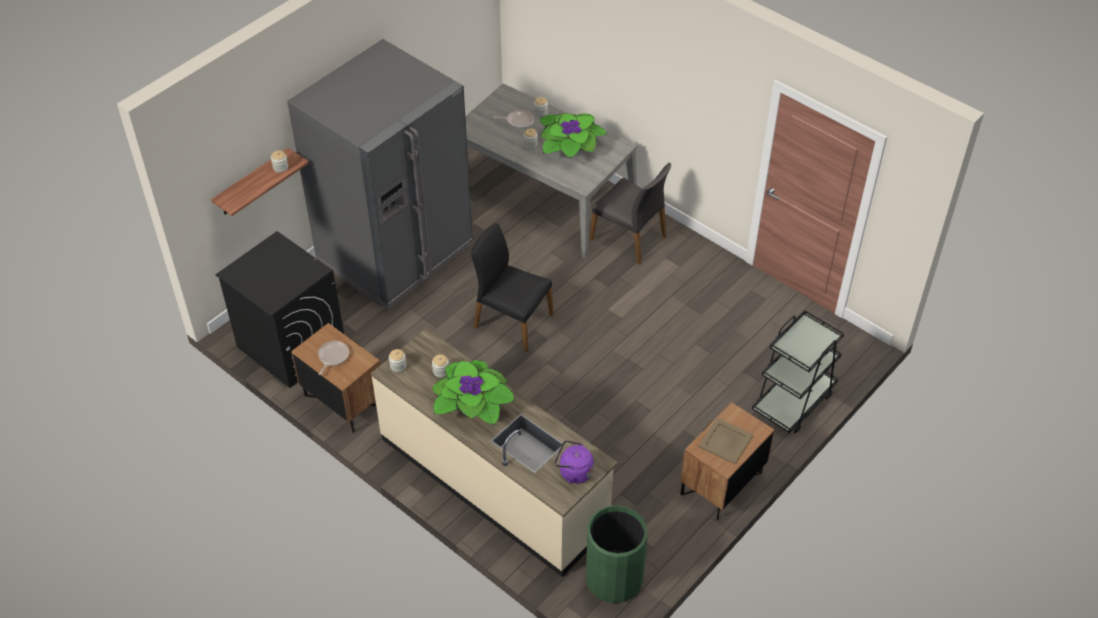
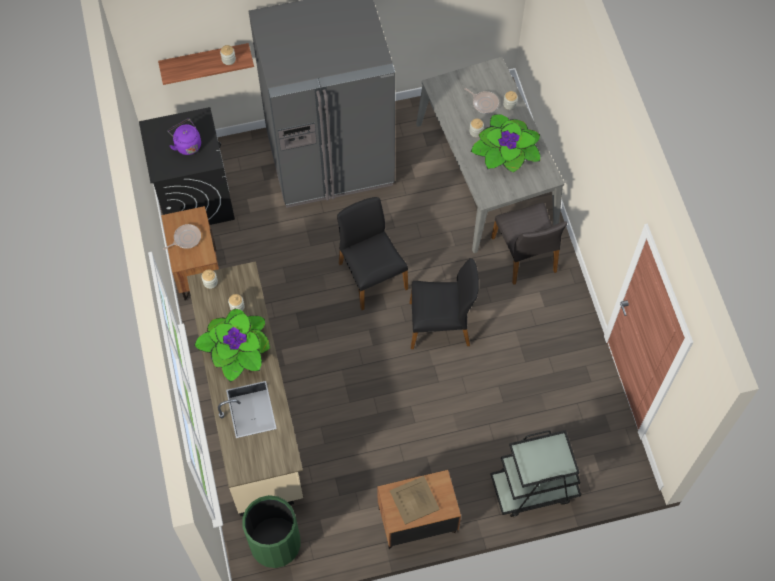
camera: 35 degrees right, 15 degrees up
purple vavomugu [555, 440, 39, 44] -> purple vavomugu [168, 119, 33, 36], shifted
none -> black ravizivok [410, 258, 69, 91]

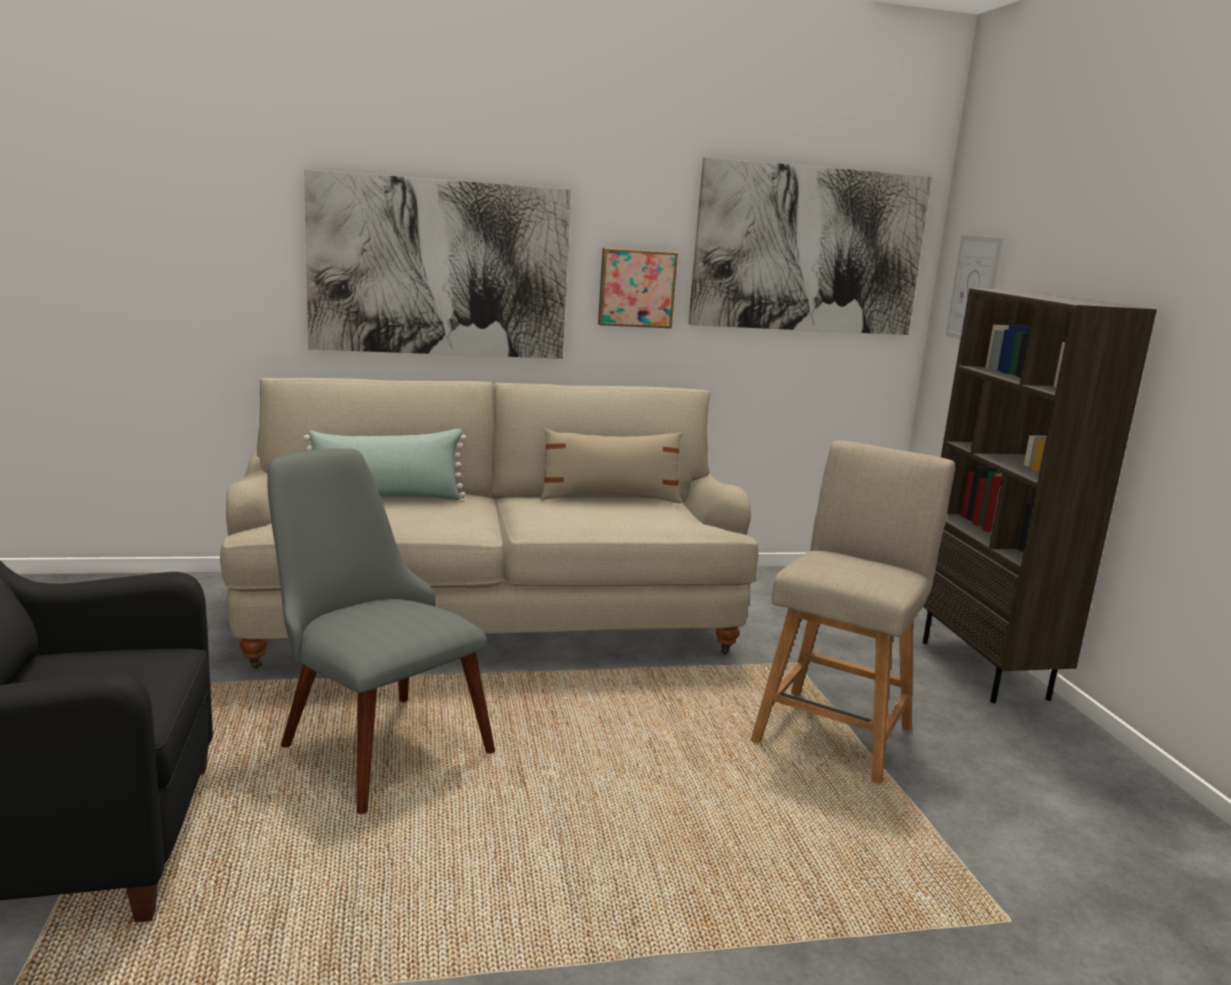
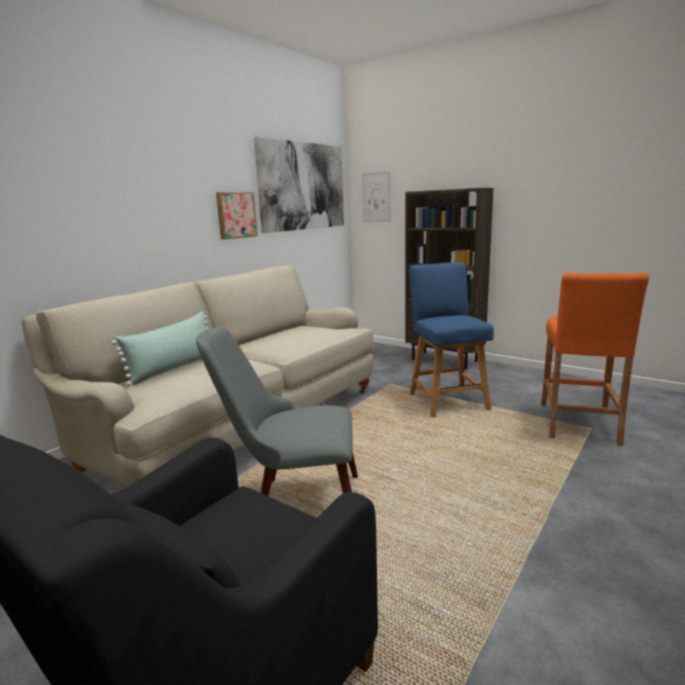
camera: 40 degrees left, 0 degrees up
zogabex [304, 169, 267, 190] -> none
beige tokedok [540, 429, 143, 74] -> none
beige ravizivok [750, 440, 205, 344] -> blue ravizivok [409, 262, 85, 156]
none -> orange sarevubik [541, 272, 108, 174]

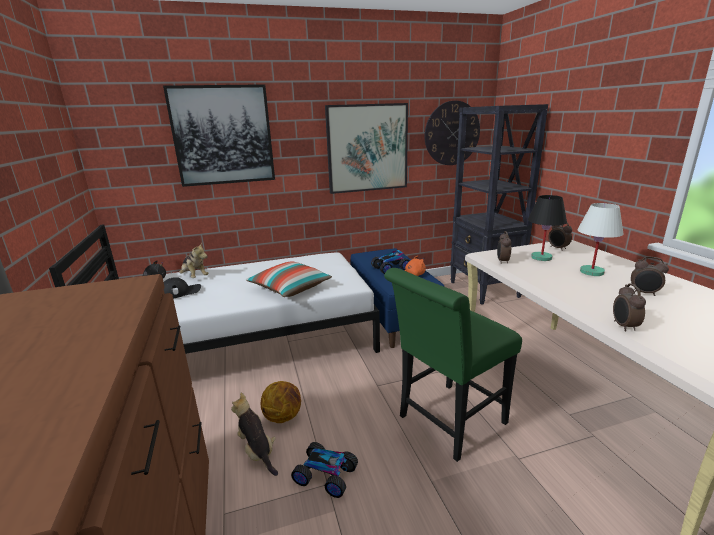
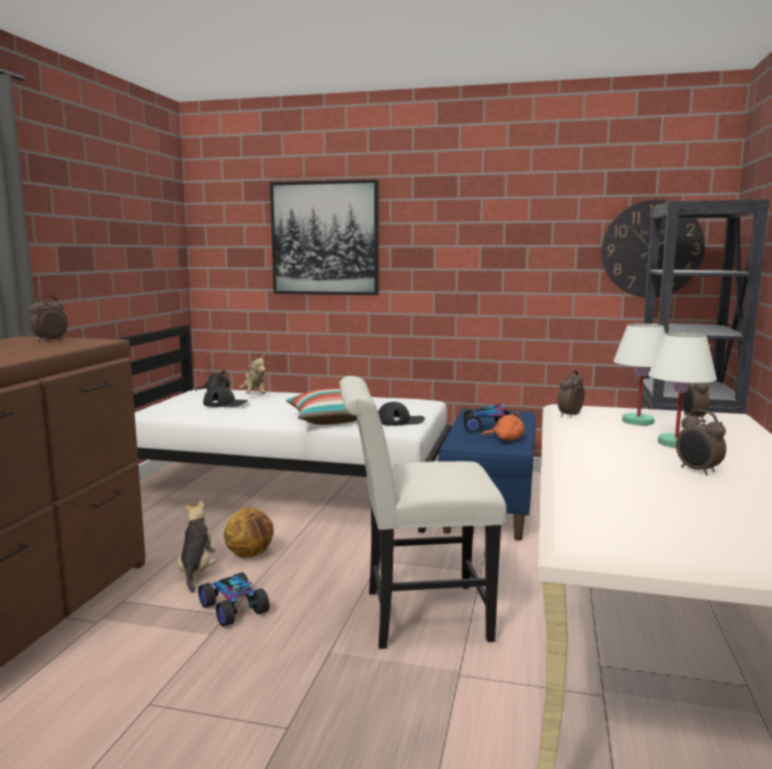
camera: 30 degrees right, 10 degrees down
zogabex [325, 103, 83, 91] -> none
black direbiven [528, 195, 39, 66] -> white direbiven [613, 324, 52, 102]
green ravizivok [384, 268, 138, 194] -> white ravizivok [340, 376, 167, 273]
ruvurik [613, 284, 33, 48] -> ruvurik [30, 295, 38, 47], shifted
none -> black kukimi [378, 402, 47, 24]

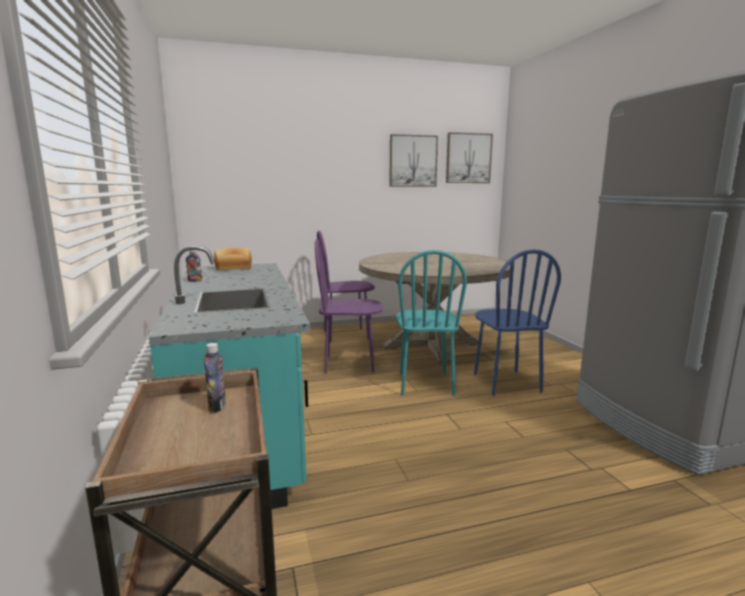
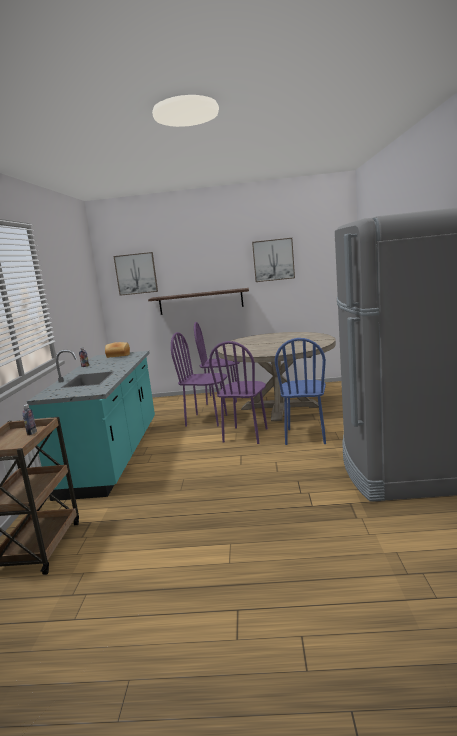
camera: 20 degrees right, 0 degrees up
zogabex [446, 132, 47, 51] -> zogabex [113, 252, 45, 44], shifted
turquoise ravizivok [396, 250, 71, 146] -> purple ravizivok [209, 341, 59, 103]
none -> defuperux [148, 288, 101, 27]

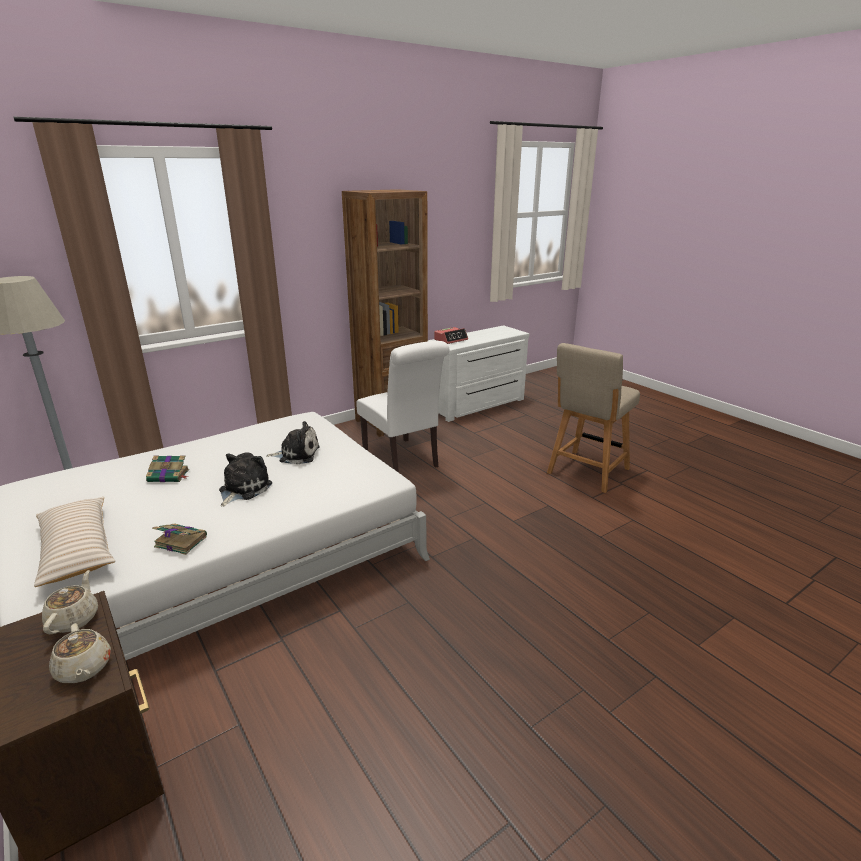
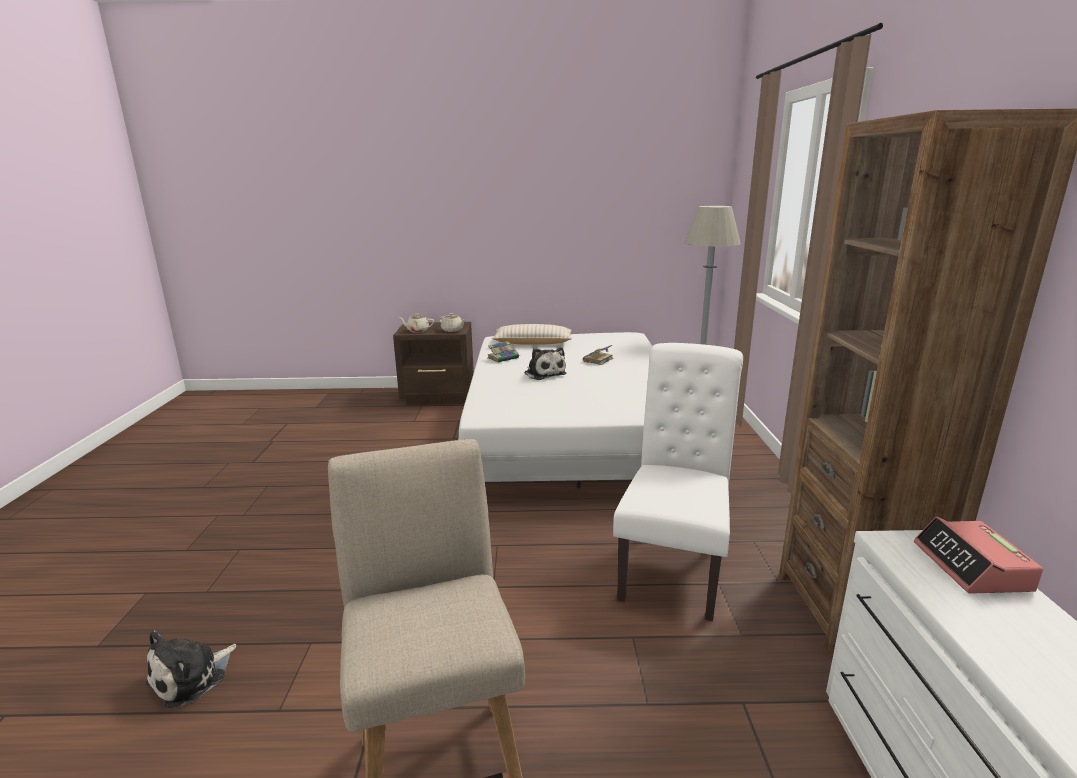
camera: 125 degrees right, 5 degrees down
white ravizivok [356, 341, 93, 132] -> white ravizivok [613, 343, 130, 278], 105 degrees clockwise
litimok [266, 421, 54, 43] -> litimok [146, 630, 91, 78], shifted

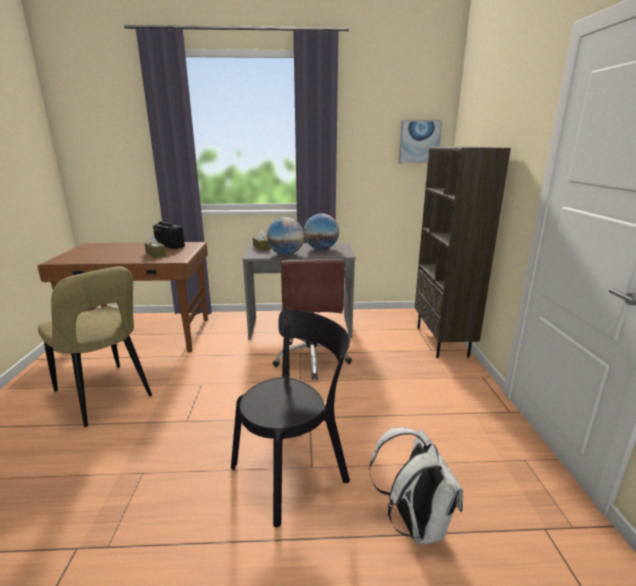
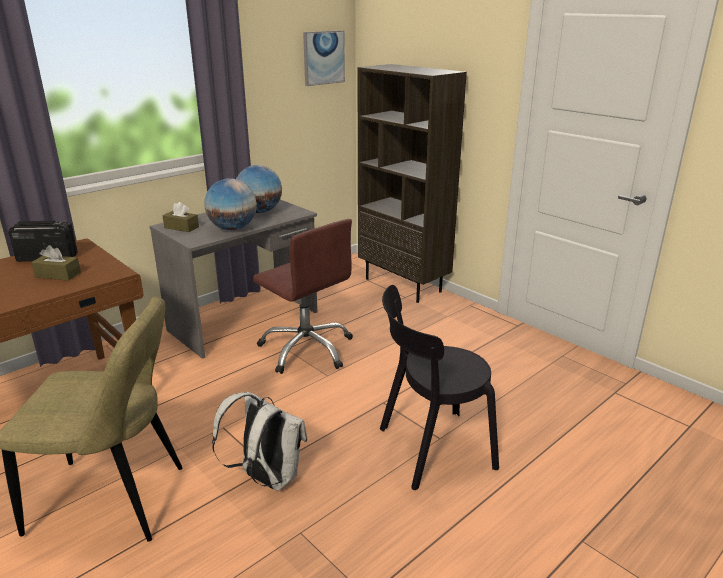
camera: 40 degrees left, 5 degrees up
black ravizivok [231, 309, 119, 219] -> black ravizivok [380, 285, 119, 205], 120 degrees counterclockwise
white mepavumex [369, 427, 94, 118] -> white mepavumex [212, 391, 95, 100], shifted

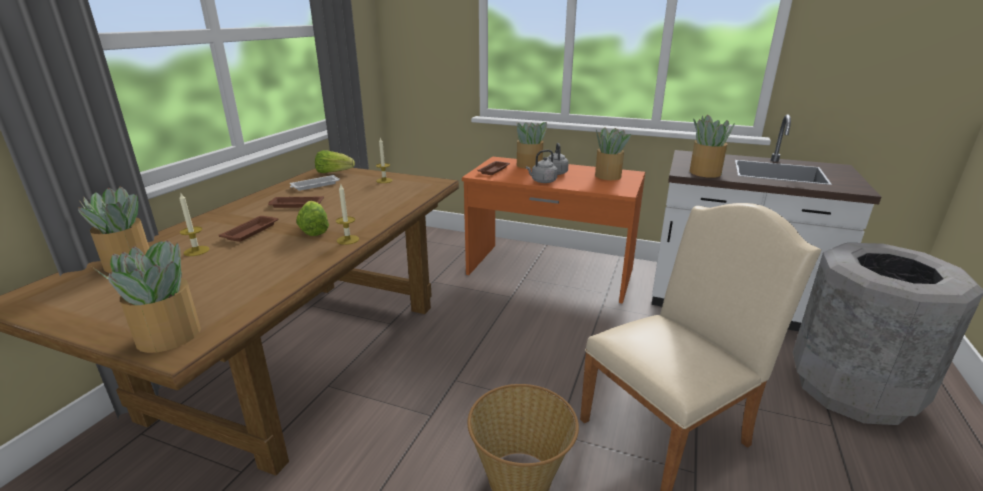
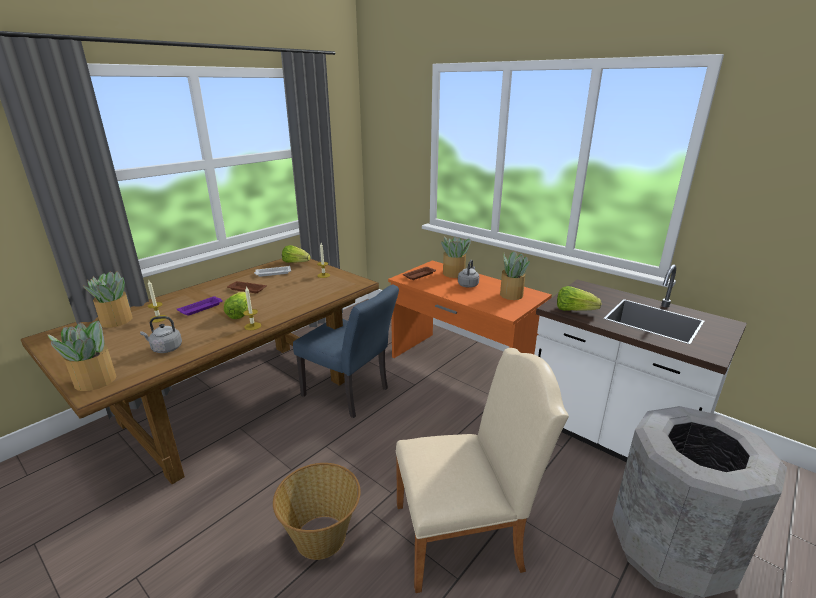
camera: 20 degrees right, 0 degrees up
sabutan [690, 115, 45, 63] -> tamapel [557, 286, 45, 25]
grey vavomugu [526, 150, 32, 33] -> grey vavomugu [140, 316, 42, 37], shifted
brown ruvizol [219, 216, 60, 26] -> purple ruvizol [177, 296, 46, 20]
none -> blue ravizivok [293, 285, 106, 133]

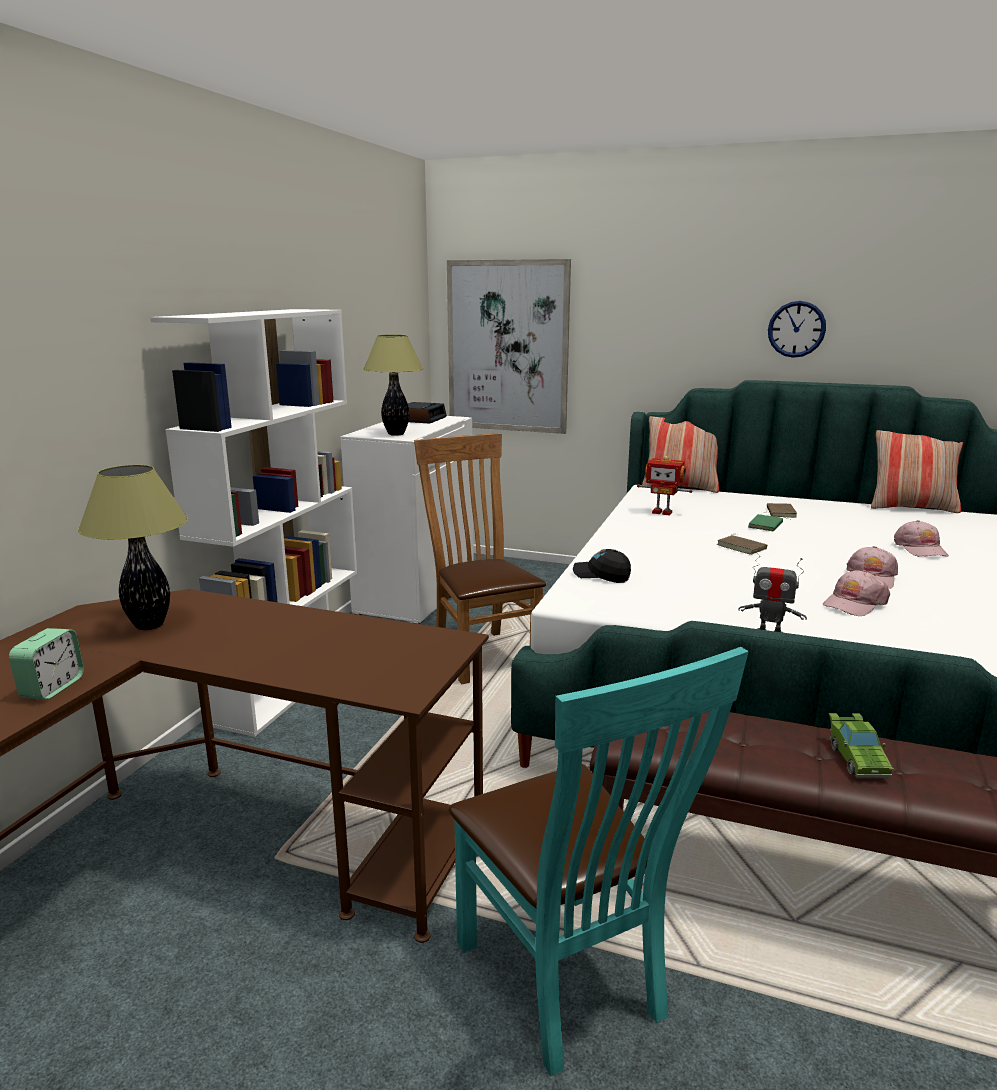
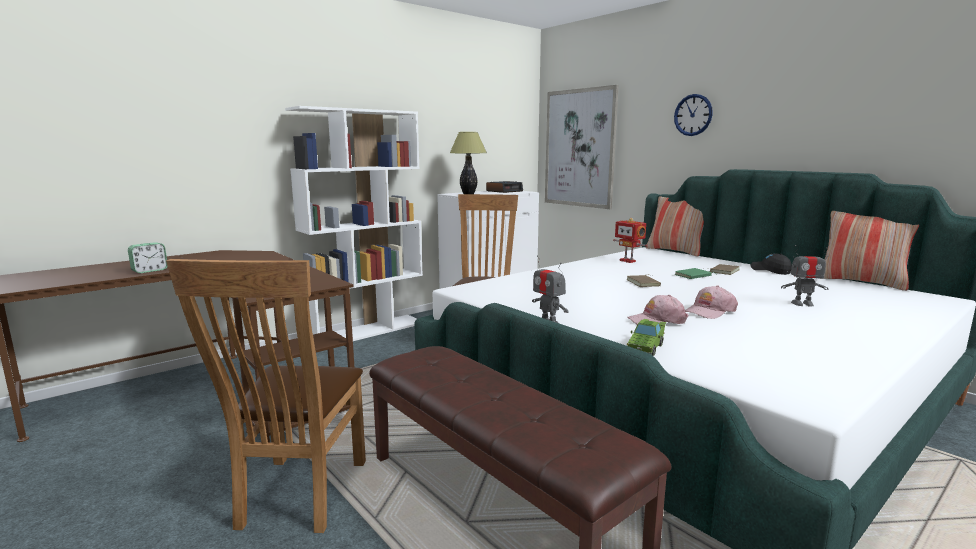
camera: 30 degrees right, 5 degrees down
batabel [768, 301, 58, 57] -> batabel [674, 94, 39, 42], shifted
direbiven [78, 465, 110, 165] -> none
pink kukimi [894, 520, 55, 37] -> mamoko [781, 245, 47, 62]
black kukimi [573, 549, 58, 34] -> black kukimi [751, 253, 41, 22], shifted
turquoise ravizivok [449, 647, 300, 429] -> brown ravizivok [166, 259, 200, 274]
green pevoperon [829, 713, 65, 64] -> green pevoperon [627, 319, 39, 37], shifted

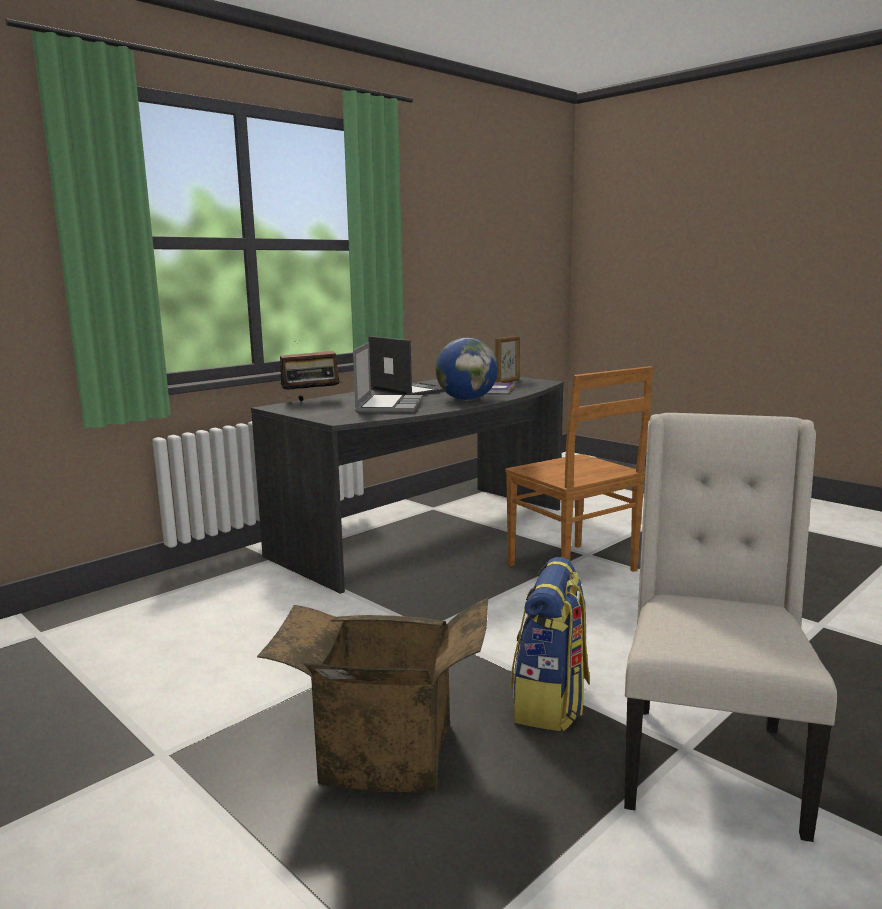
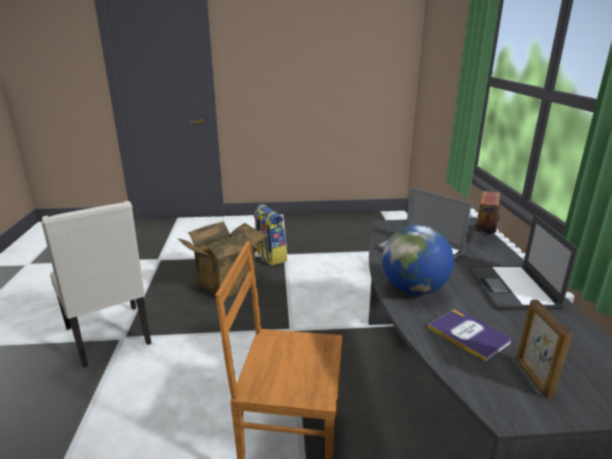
camera: 130 degrees right, 10 degrees up
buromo [368, 336, 77, 59] -> buromo [468, 215, 110, 95], 90 degrees clockwise
mepavumex [511, 557, 79, 174] -> mepavumex [254, 204, 33, 61], shifted

